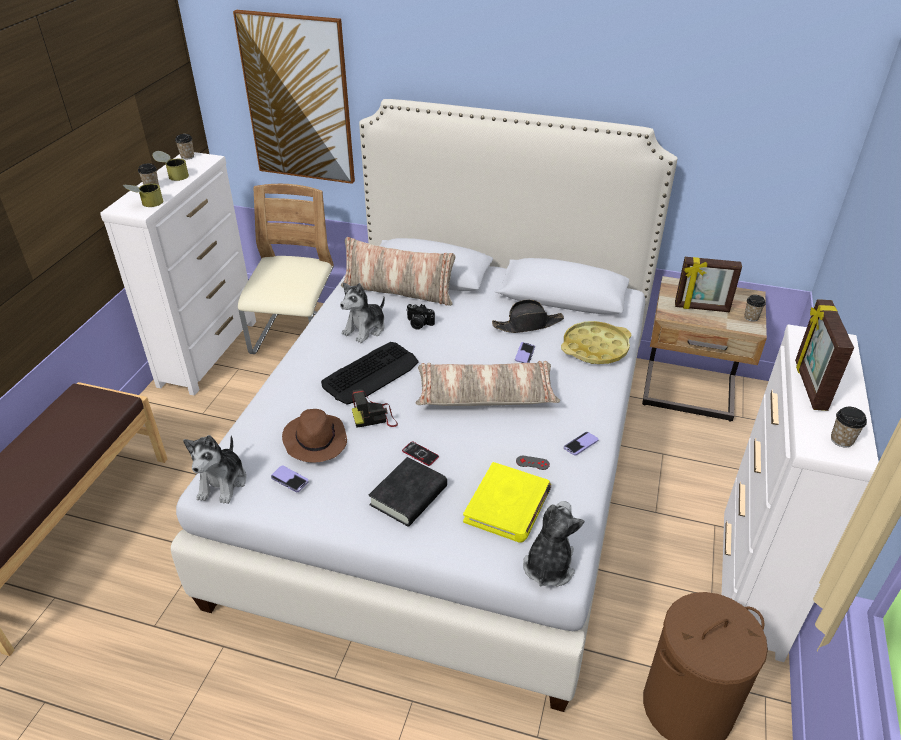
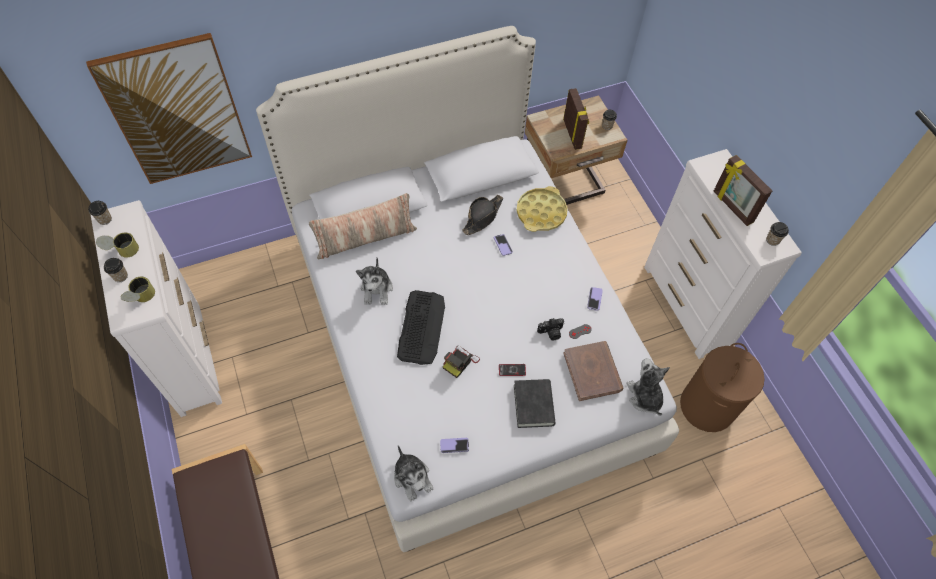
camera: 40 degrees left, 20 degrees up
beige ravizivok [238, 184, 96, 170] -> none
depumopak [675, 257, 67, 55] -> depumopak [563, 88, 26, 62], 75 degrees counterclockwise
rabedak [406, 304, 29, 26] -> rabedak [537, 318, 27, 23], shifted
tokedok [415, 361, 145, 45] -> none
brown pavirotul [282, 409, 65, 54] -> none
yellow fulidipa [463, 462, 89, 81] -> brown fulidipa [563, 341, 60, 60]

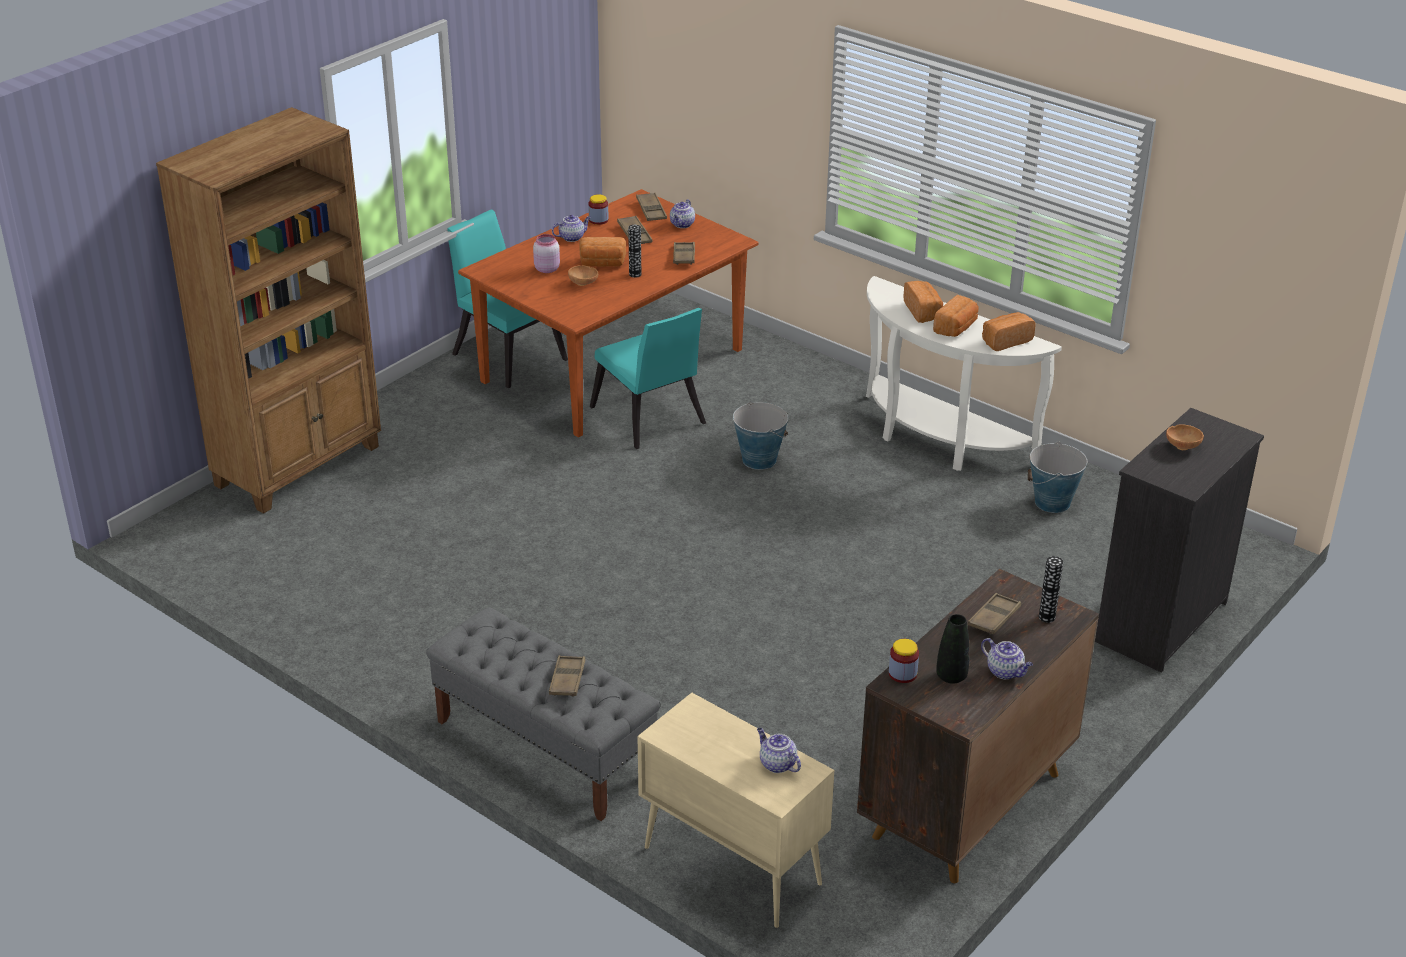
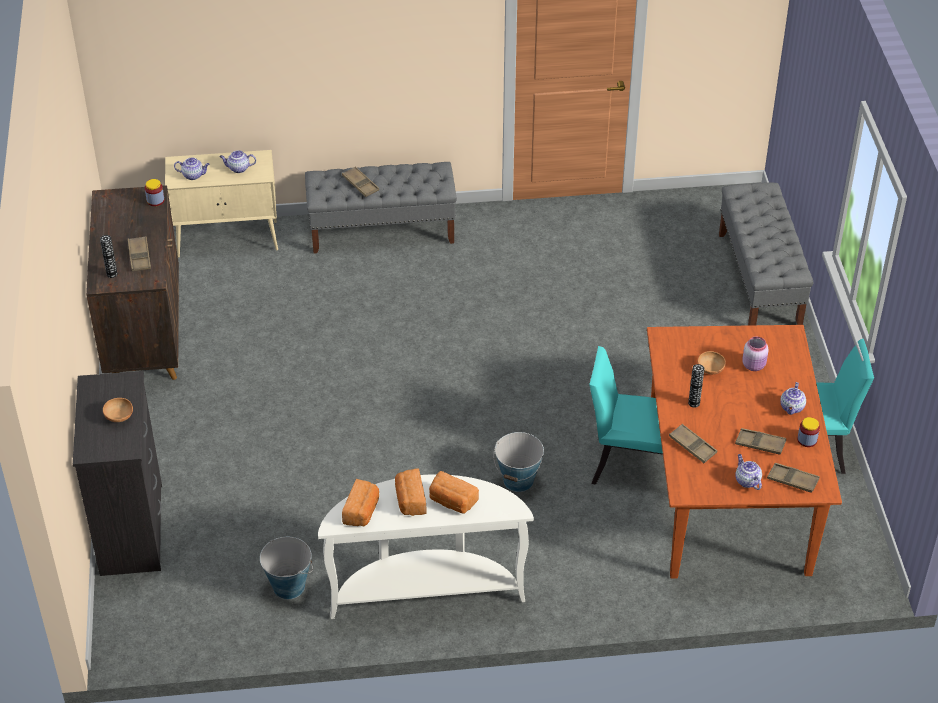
camera: 135 degrees right, 10 degrees up
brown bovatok [156, 107, 225, 407] -> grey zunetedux [719, 182, 94, 144]
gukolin [579, 237, 47, 30] -> none
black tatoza [936, 614, 34, 70] -> none
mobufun [981, 638, 52, 41] -> mobufun [220, 150, 36, 23], shifted

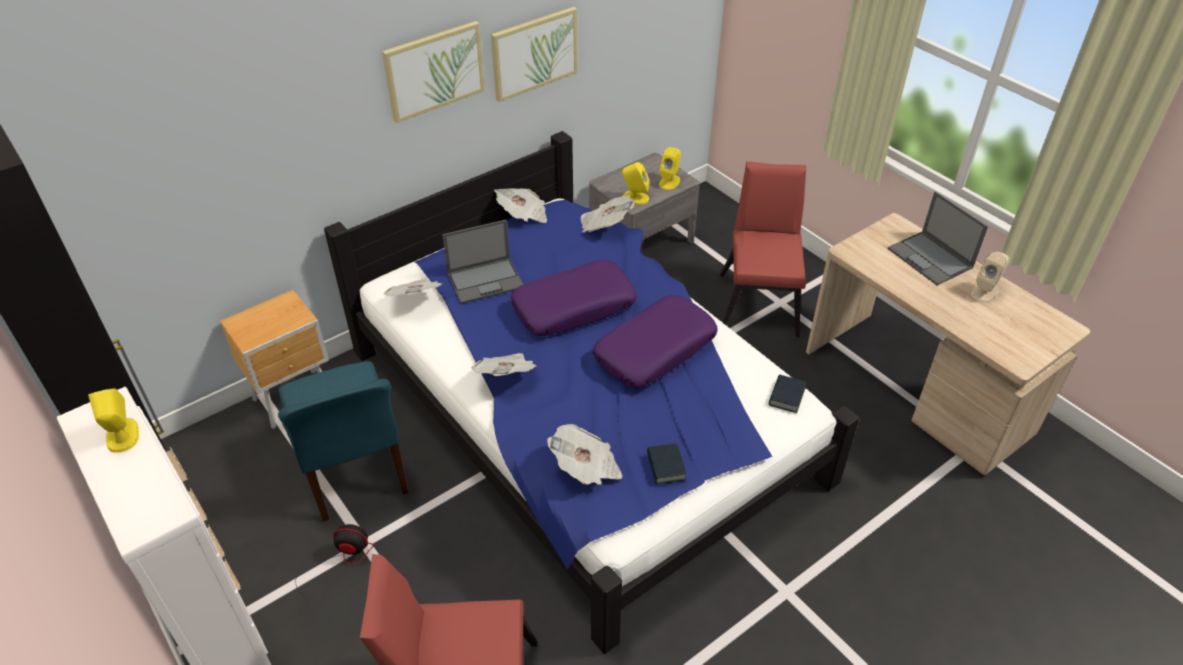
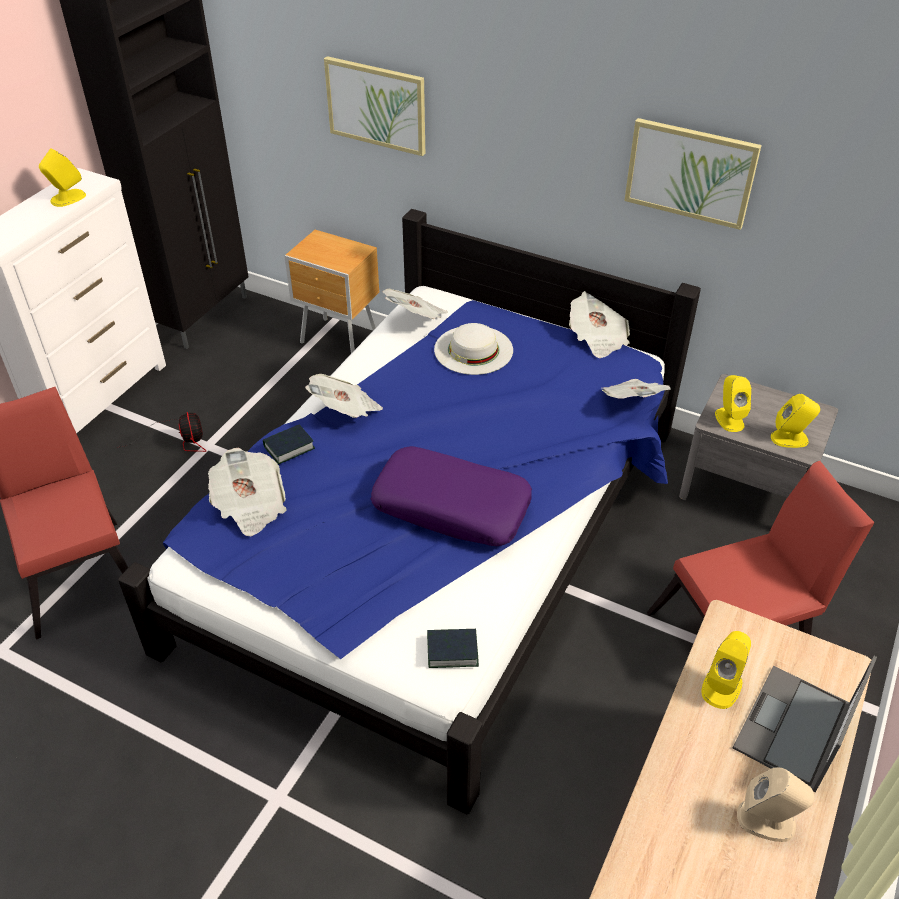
camera: 65 degrees right, 0 degrees up
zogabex [382, 21, 103, 102] -> zogabex [324, 56, 101, 100], shifted
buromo [442, 220, 81, 84] -> white pavirotul [434, 323, 79, 52]
purple tokedok [511, 260, 126, 76] -> none
blue ravizivok [278, 361, 131, 160] -> none
fulidipa [647, 443, 39, 42] -> fulidipa [263, 424, 52, 40], shifted
none -> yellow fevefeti [701, 631, 50, 78]

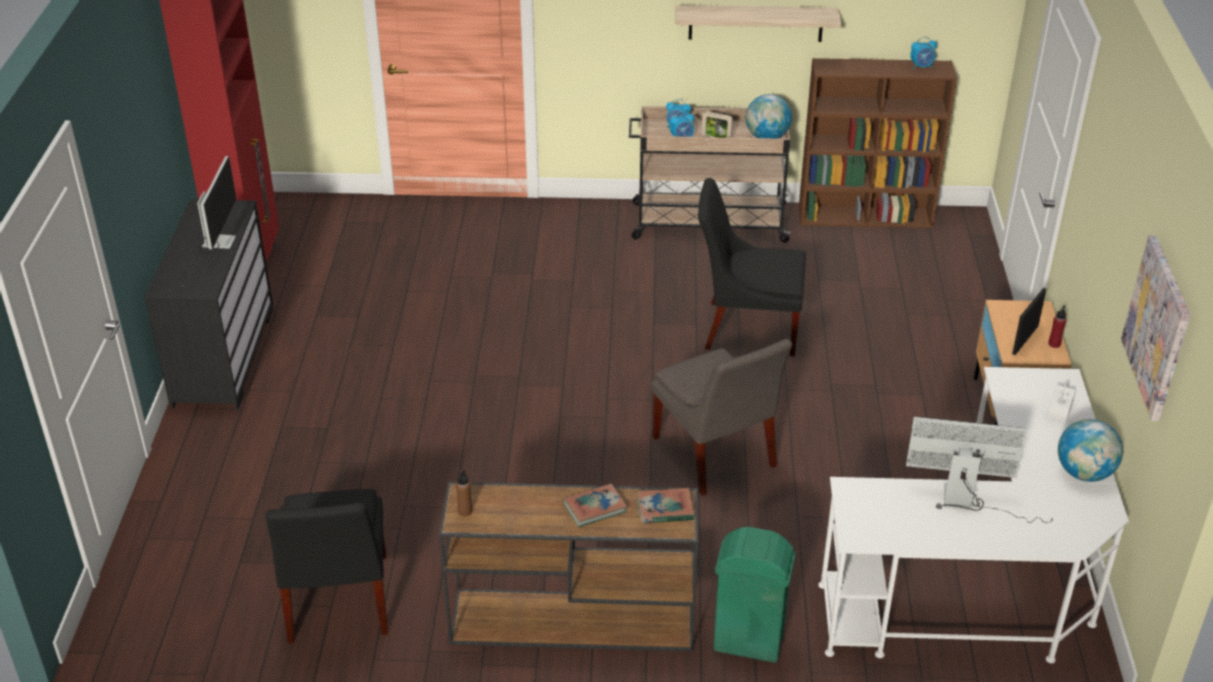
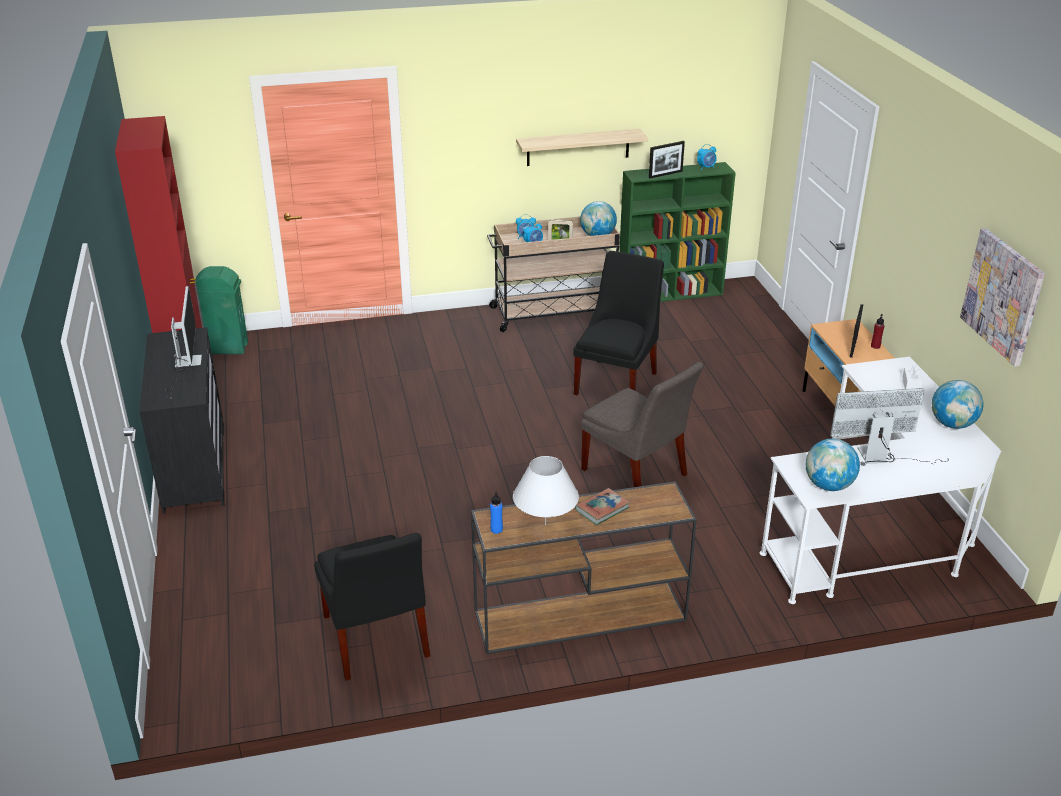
camera: 15 degrees left, 5 degrees down
brown bovatok [799, 58, 158, 170] -> green bovatok [619, 162, 117, 140]
black ravizivok [698, 178, 108, 179] -> black ravizivok [573, 251, 91, 144], 120 degrees clockwise
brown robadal [456, 470, 16, 46] -> blue robadal [490, 491, 13, 43]
fulidipa [637, 488, 57, 36] -> none
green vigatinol [713, 527, 83, 136] -> green vigatinol [196, 266, 52, 88], shifted
none -> depumopak [649, 141, 36, 37]
none -> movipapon [805, 438, 55, 53]
none -> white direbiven [513, 456, 66, 69]

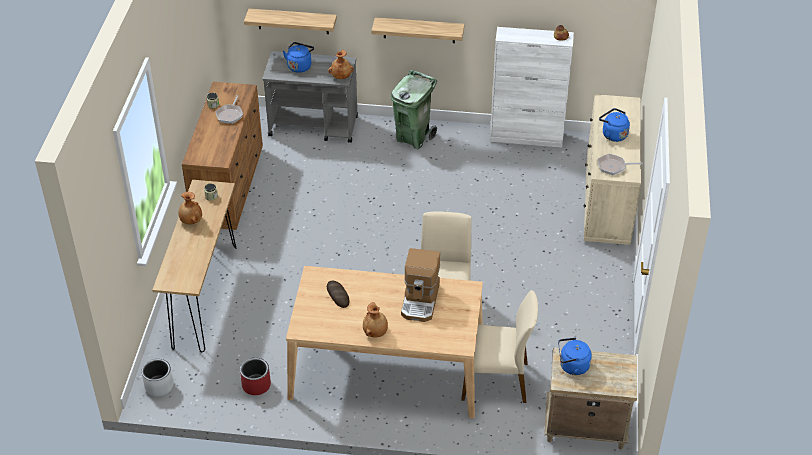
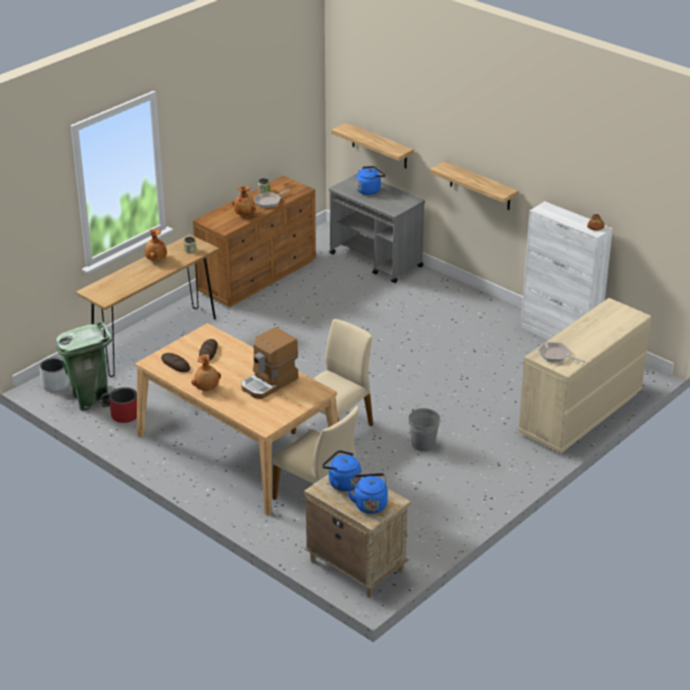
camera: 35 degrees right, 10 degrees down
brown tatoza [328, 50, 26, 29] -> brown tatoza [233, 186, 23, 29], shifted
green vigatinol [391, 70, 46, 79] -> green vigatinol [55, 321, 58, 90], shifted
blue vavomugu [599, 108, 31, 34] -> blue vavomugu [347, 473, 41, 41], shifted
none -> gukolin [161, 353, 29, 19]
none -> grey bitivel [409, 408, 31, 43]

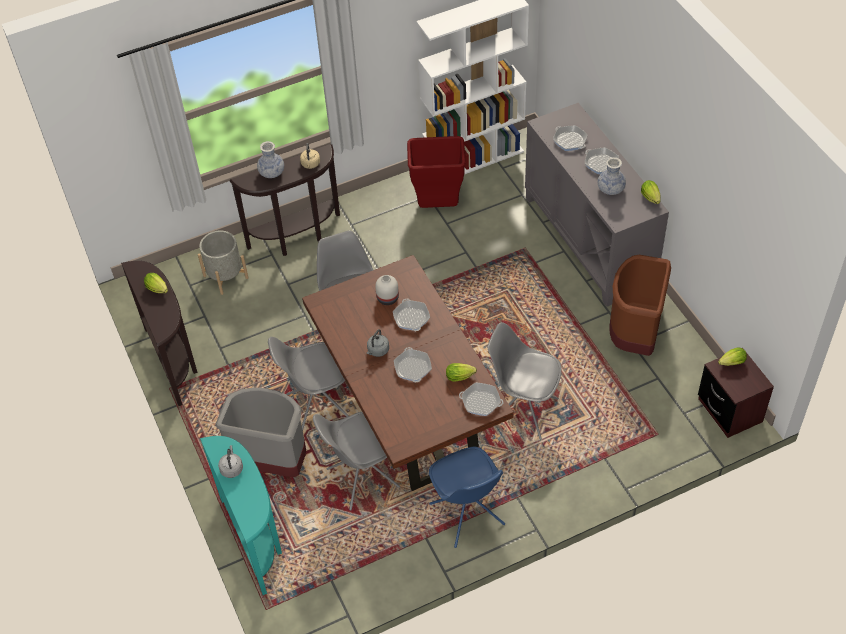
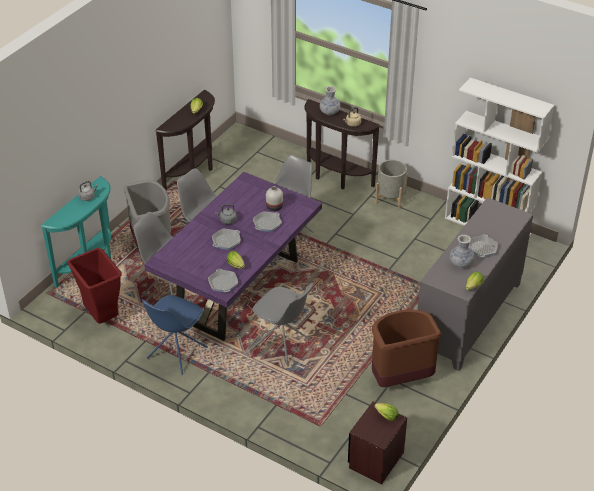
camera: 55 degrees right, 10 degrees down
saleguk [553, 125, 35, 26] -> none
red vigatinol [407, 136, 59, 72] -> red vigatinol [67, 248, 54, 76], shifted
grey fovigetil [198, 231, 51, 64] -> grey fovigetil [375, 160, 33, 49], shifted
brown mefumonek [302, 255, 212, 236] -> purple mefumonek [144, 172, 178, 169]
grey ravizivok [487, 322, 75, 118] -> grey ravizivok [252, 282, 61, 84], 135 degrees clockwise

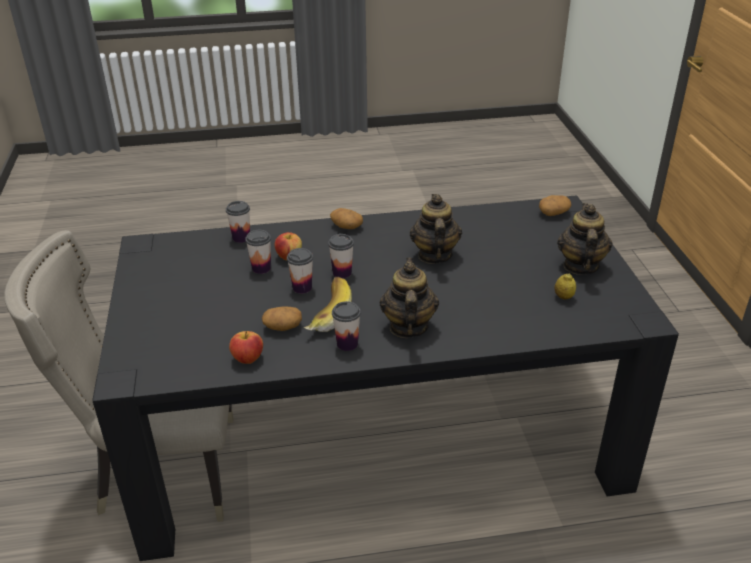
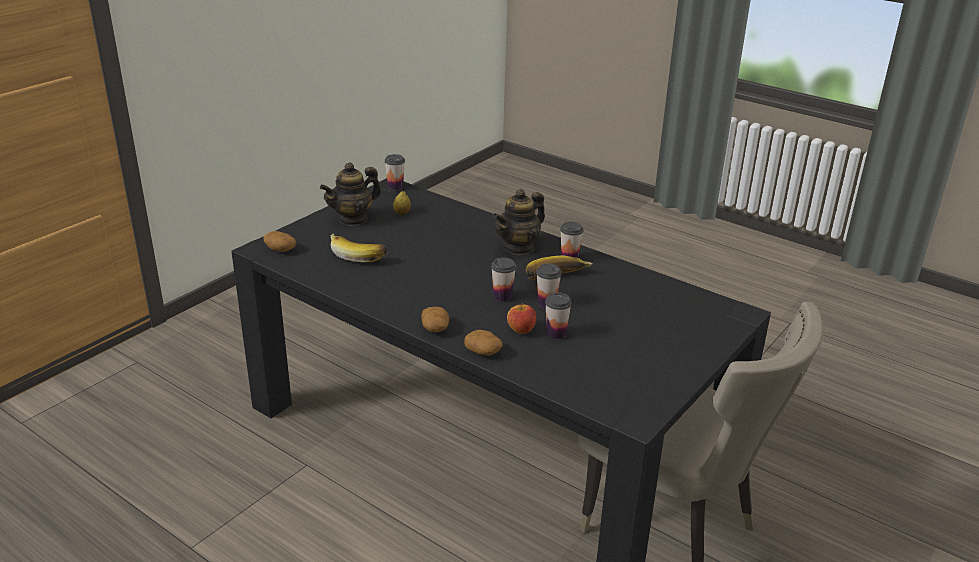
camera: 135 degrees left, 5 degrees down
mobufun [410, 194, 52, 70] -> none
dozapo [226, 201, 24, 42] -> dozapo [385, 154, 20, 36], shifted
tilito [262, 307, 40, 24] -> tilito [464, 330, 39, 25], shifted
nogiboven [229, 331, 34, 33] -> none
none -> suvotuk [330, 234, 57, 28]

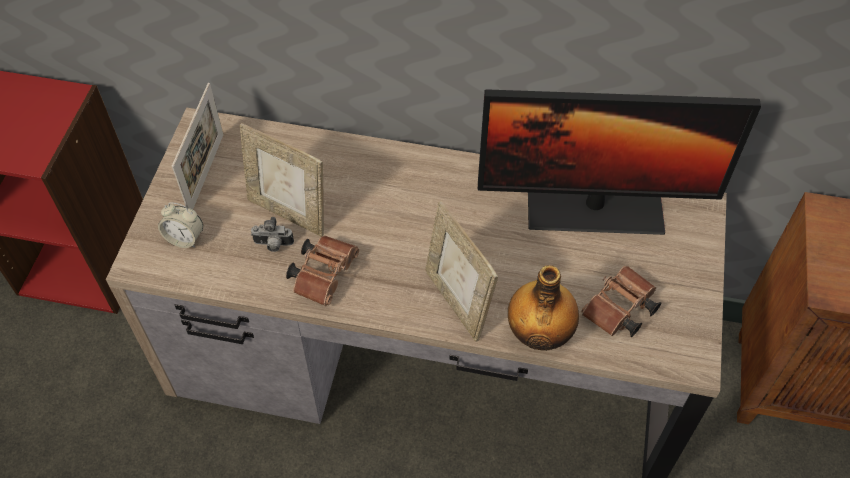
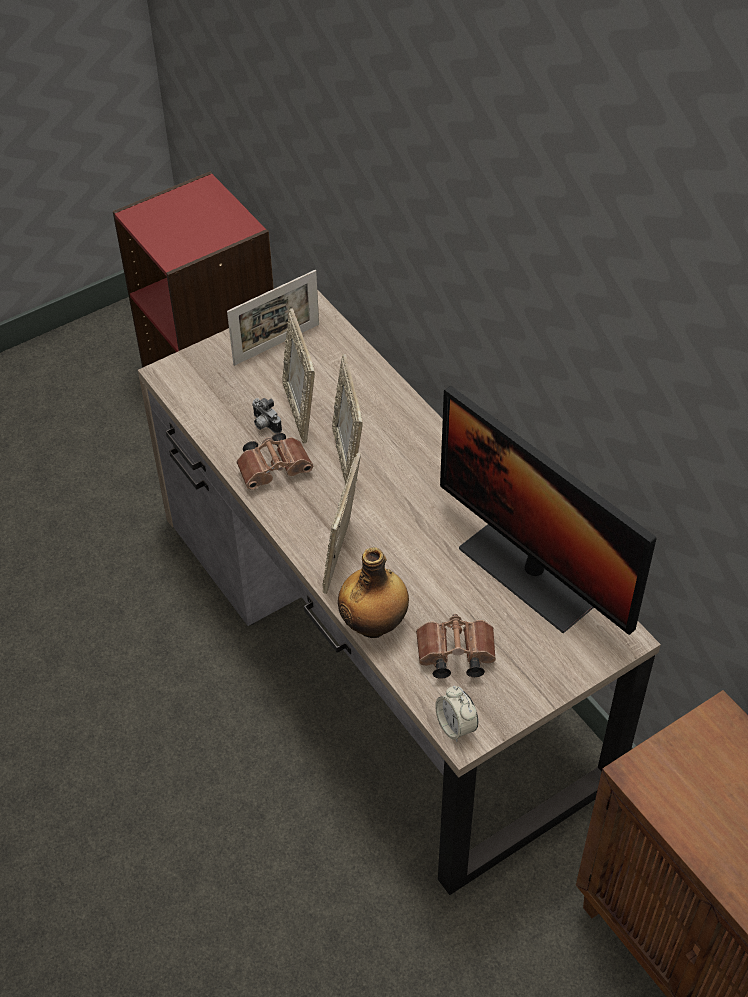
camera: 45 degrees right, 5 degrees down
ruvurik [158, 202, 45, 46] -> ruvurik [435, 686, 43, 56], shifted
none -> depumopak [332, 354, 31, 130]

